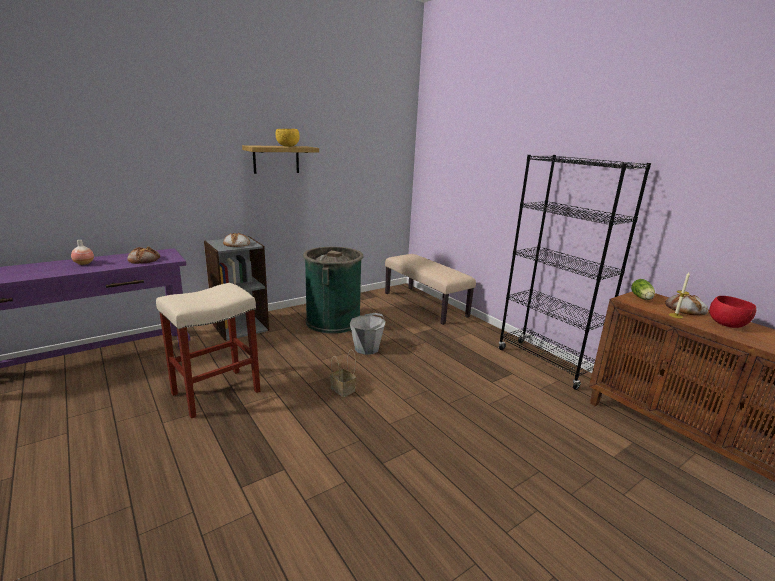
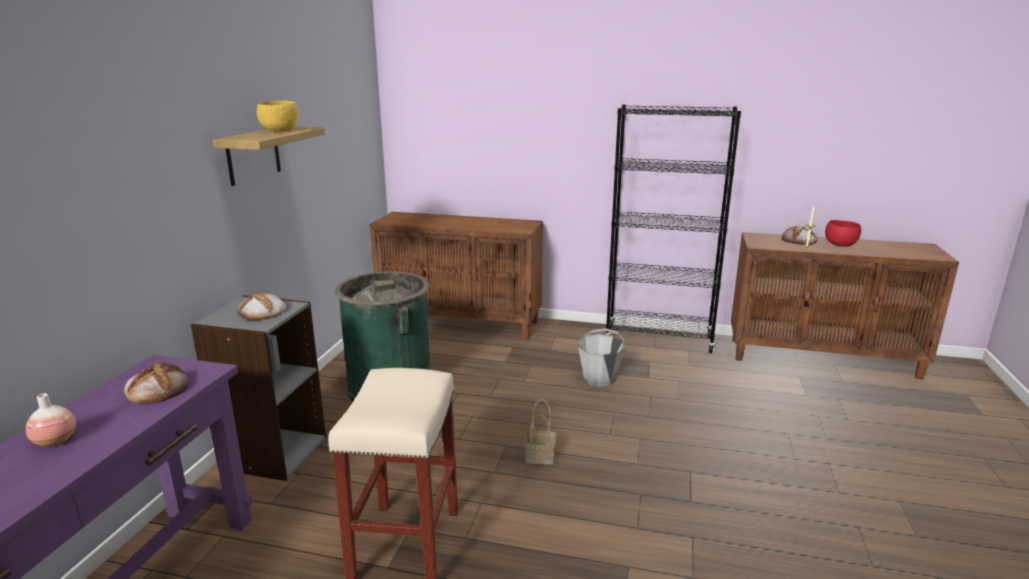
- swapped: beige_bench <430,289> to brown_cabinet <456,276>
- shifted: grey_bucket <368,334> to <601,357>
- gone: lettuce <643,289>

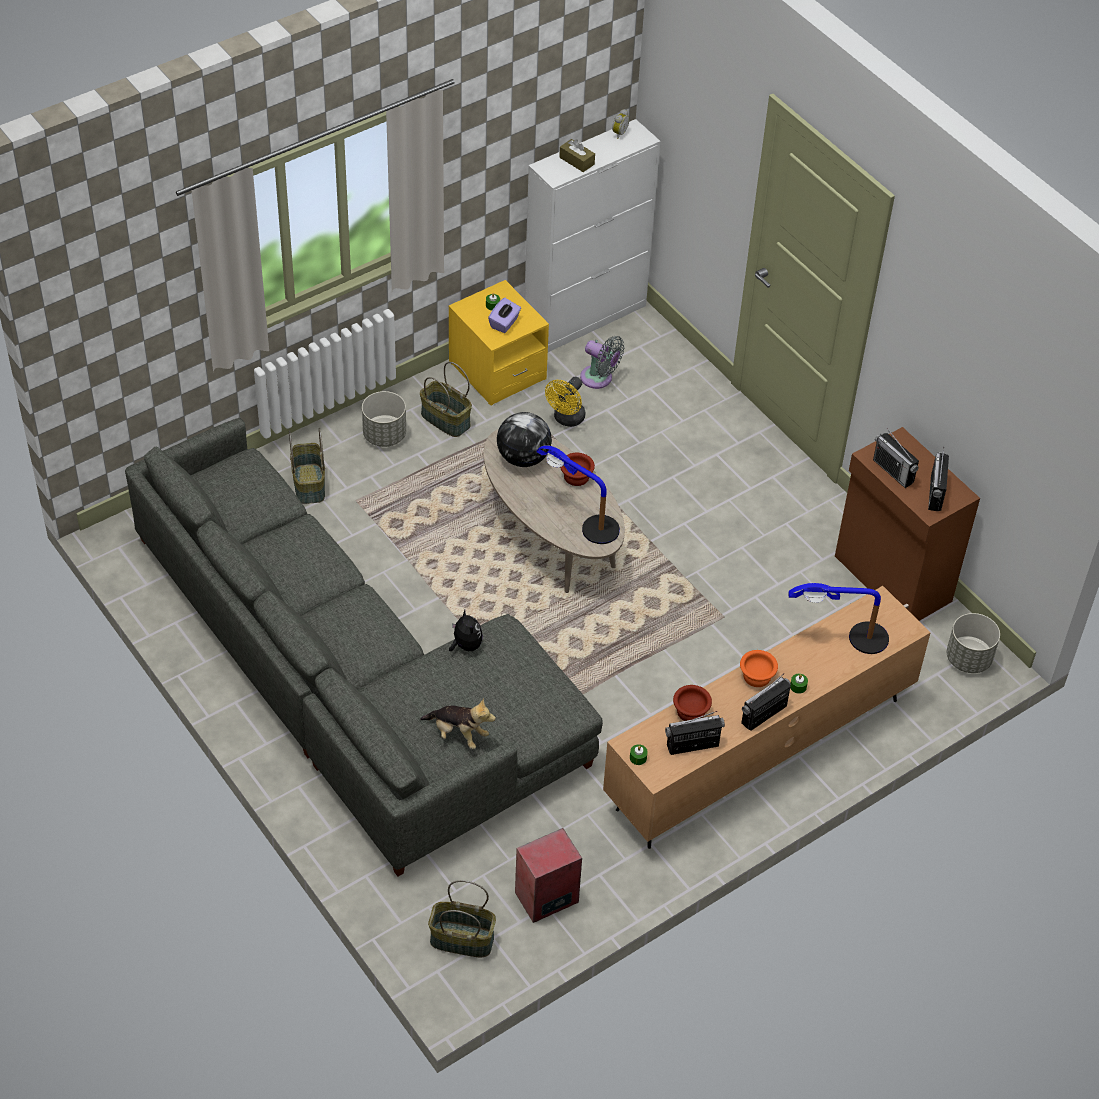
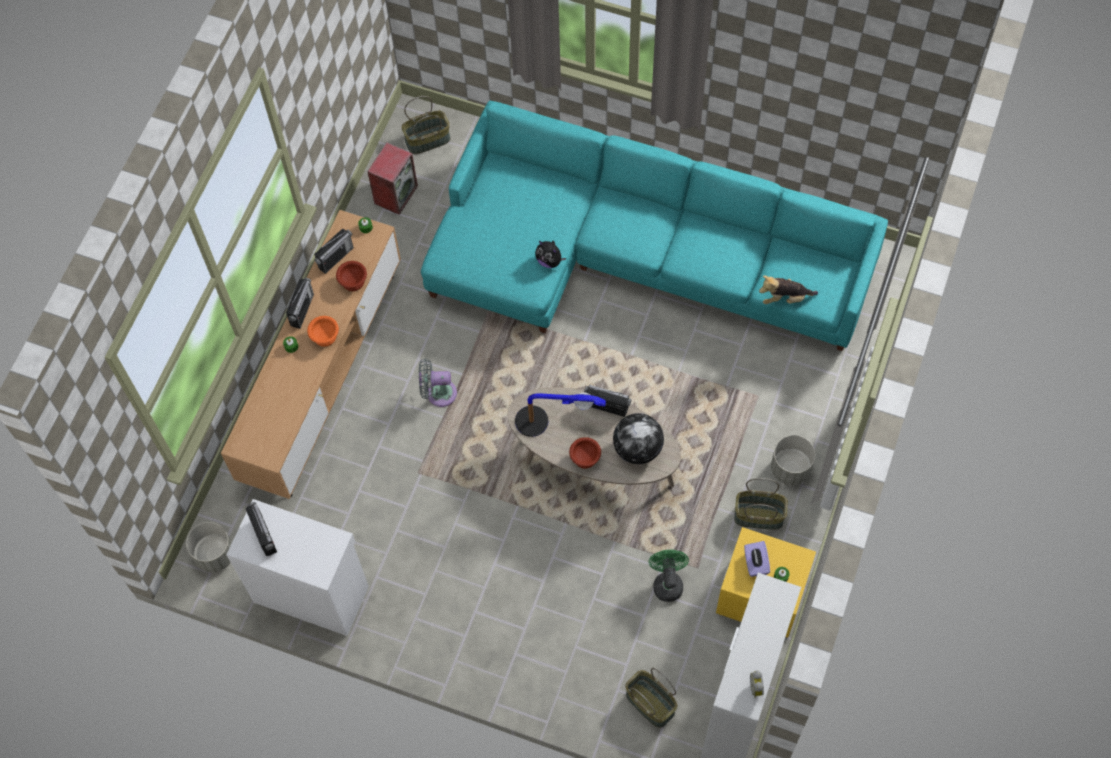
- repainted: brown_cabinet <907,524> to white_cabinet <297,567>
- shifted: grey_fan <602,362> to <438,382>
- repainted: grey_sofa <364,647> to turquoise_sofa <654,226>
- shifted: radio <896,458> to <608,400>
- shifted: basket <307,466> to <651,698>
- repainted: yellow_fan <565,402> to green_fan <669,576>
- shifted: plush_toy <458,723> to <788,290>
- gone: brown_tissue_box <577,155>
- gone: table_lamp <838,618>

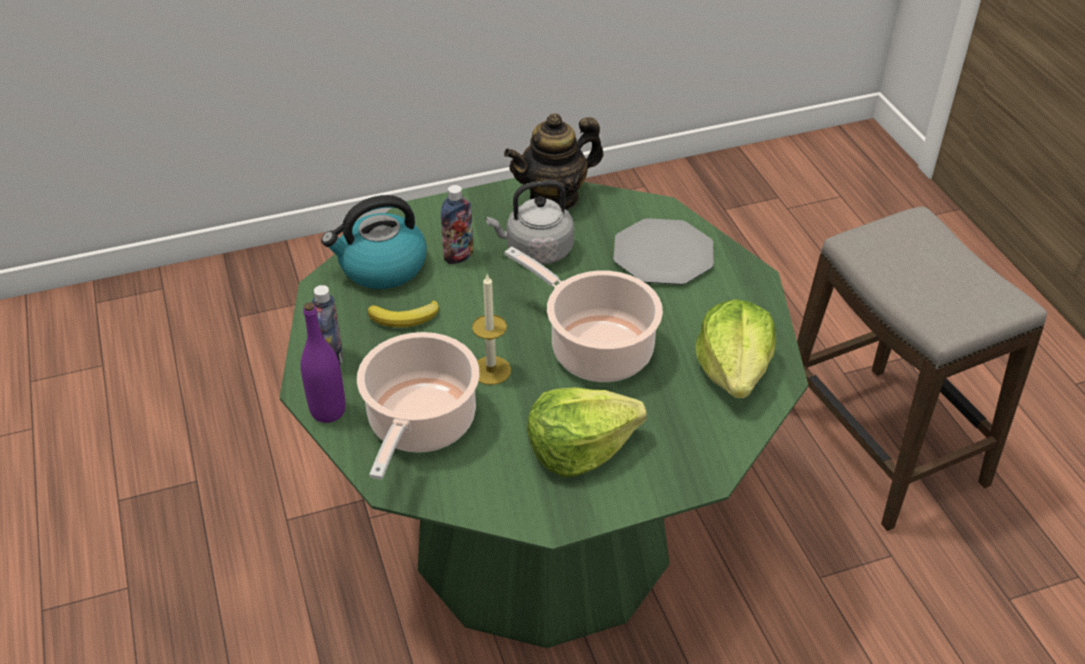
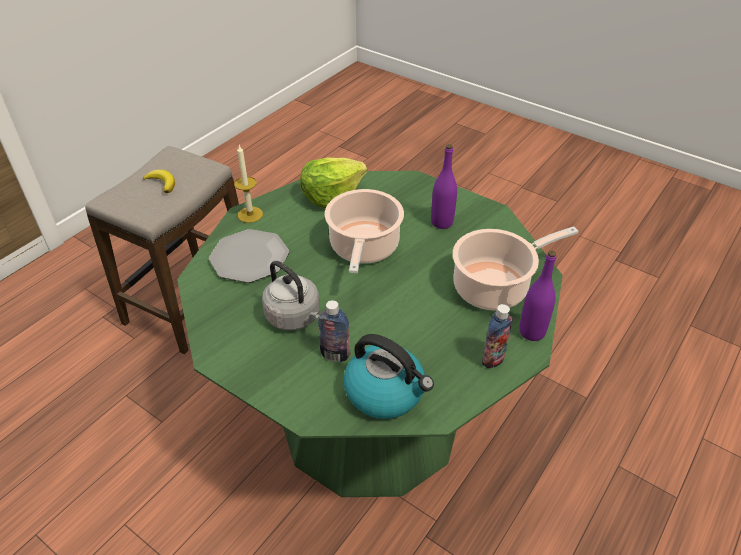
- shifted: banana <403,314> to <159,181>
- shifted: candle <491,329> to <248,184>
- swapped: lettuce <587,432> to purple_bottle <444,186>
- gone: teapot <554,161>

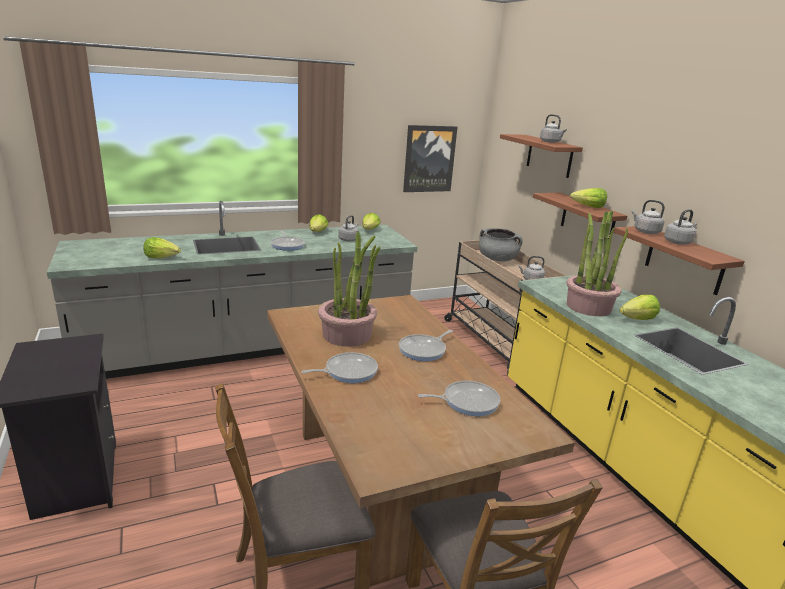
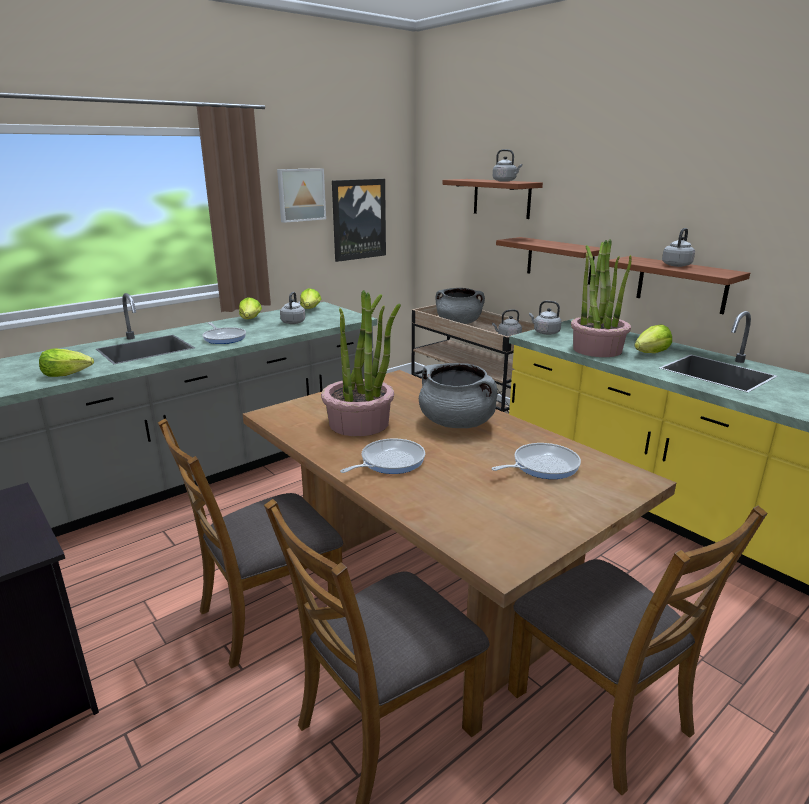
- new: brown_chair <250,544>
- new: picture <301,195>
- swapped: frying_pan <426,345> to grey_cooking_pot <458,395>
- shifted: grey_kettle <648,217> to <545,318>
- gone: lettuce <588,198>

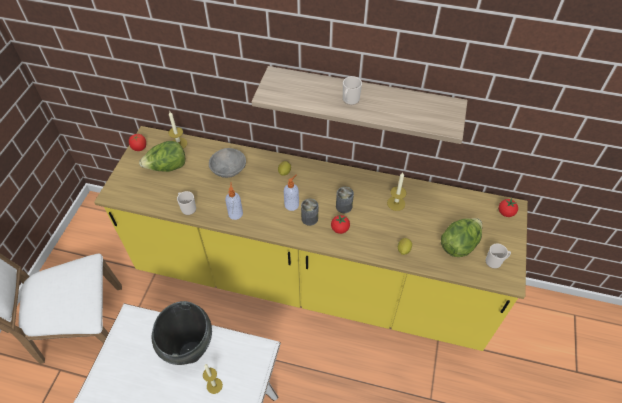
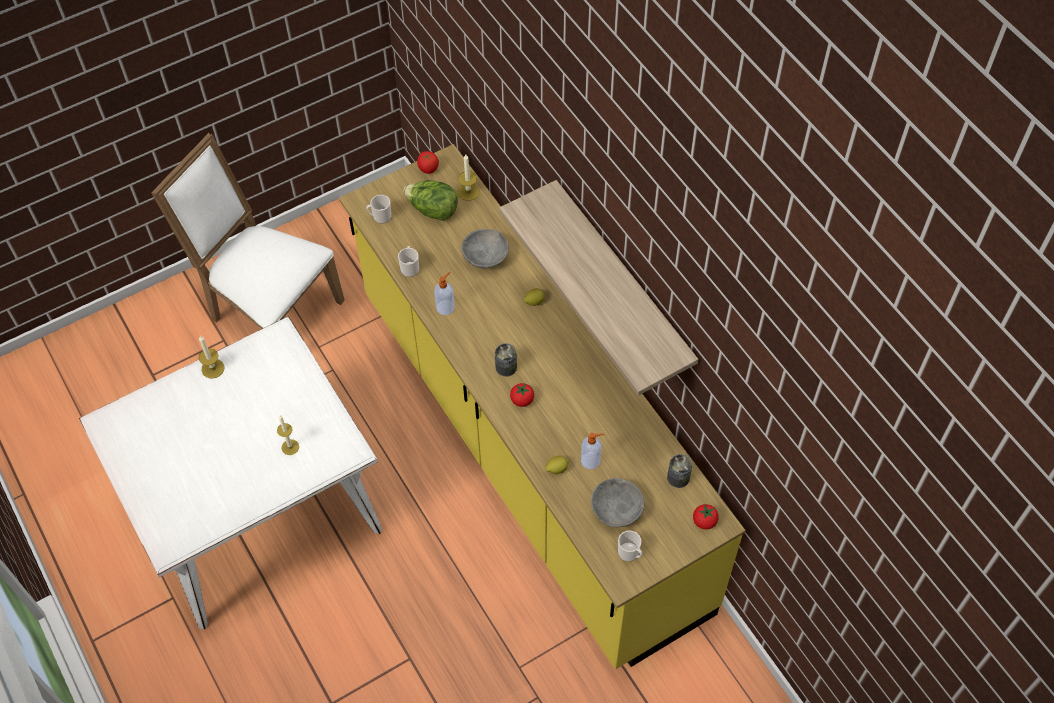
- shifted: candle <397,191> to <212,357>
- shifted: mug <352,90> to <378,209>
- shifted: soap_dispenser <291,193> to <592,451>
- swapped: lettuce <461,237> to grey_bowl <618,502>
- shifted: can <345,200> to <679,471>
- gone: black_cooking_pot <182,333>

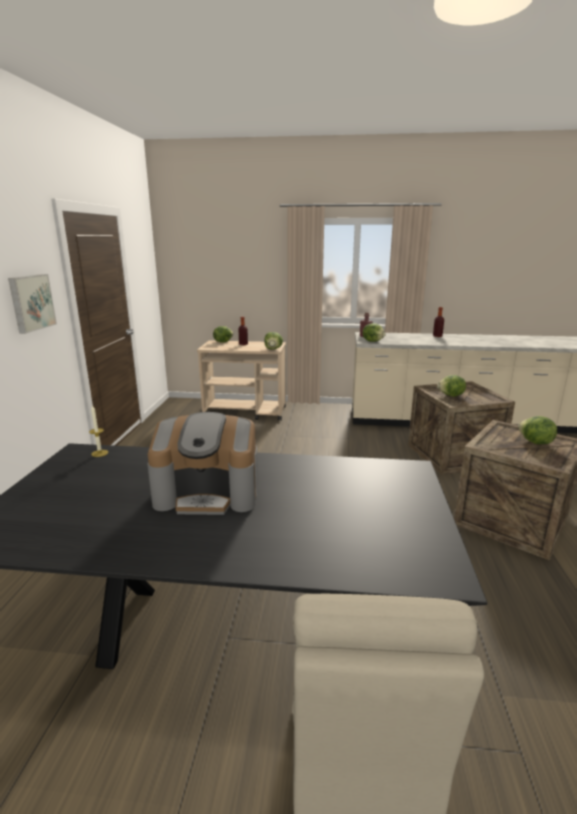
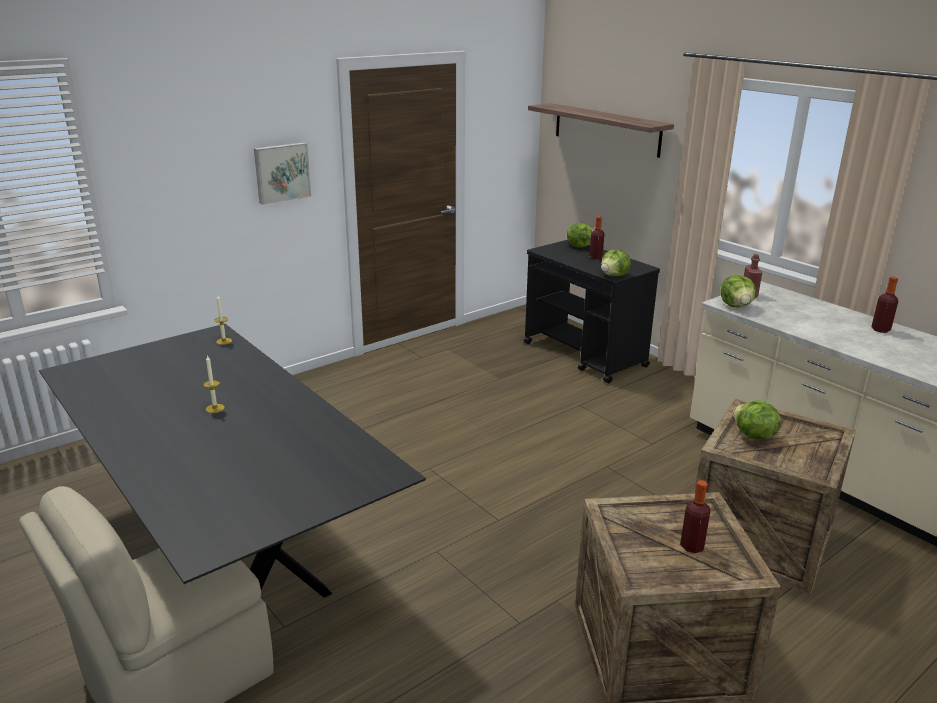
- swapped: coffee_machine <202,463> to candle <214,384>
- repainted: beige_cart <241,380> to black_cart <592,311>
- new: shelf <601,130>
- swapped: lettuce <537,430> to bottle <695,516>

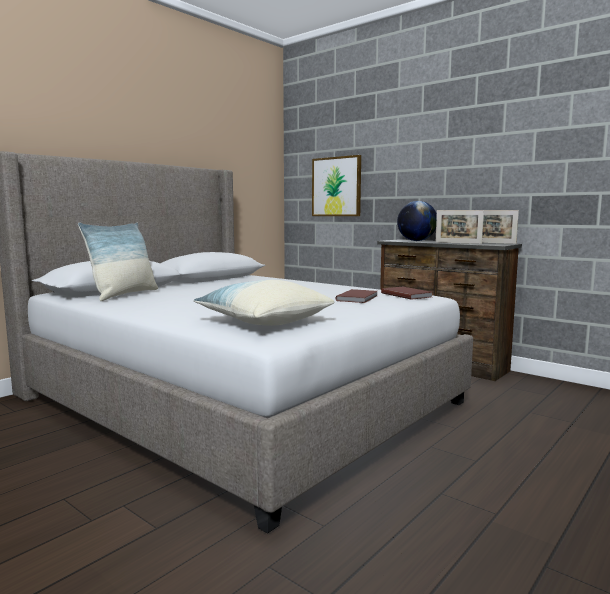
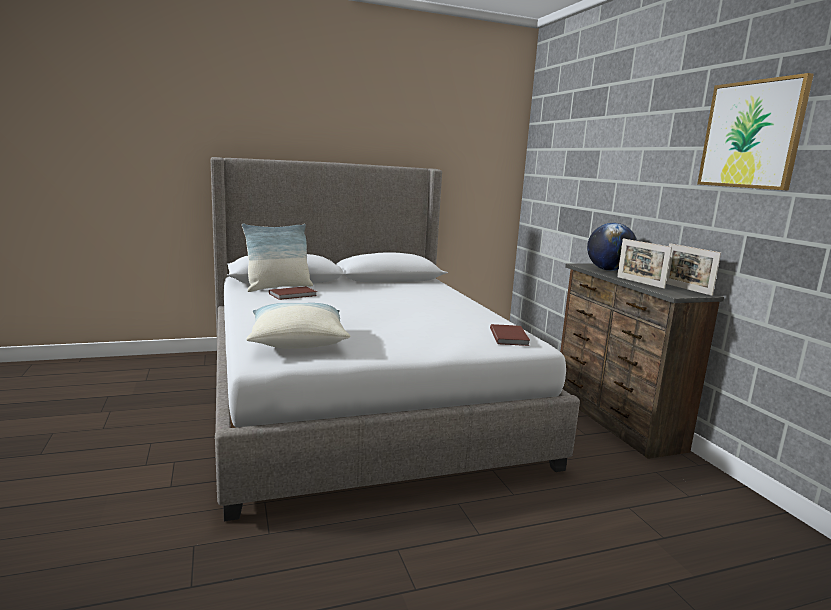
- shifted: brown_book <356,296> to <293,293>
- shifted: picture <336,185> to <755,132>

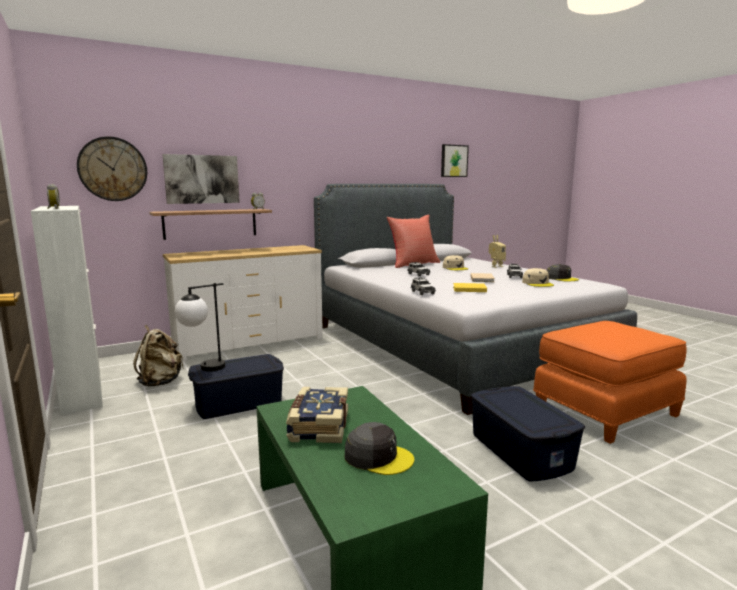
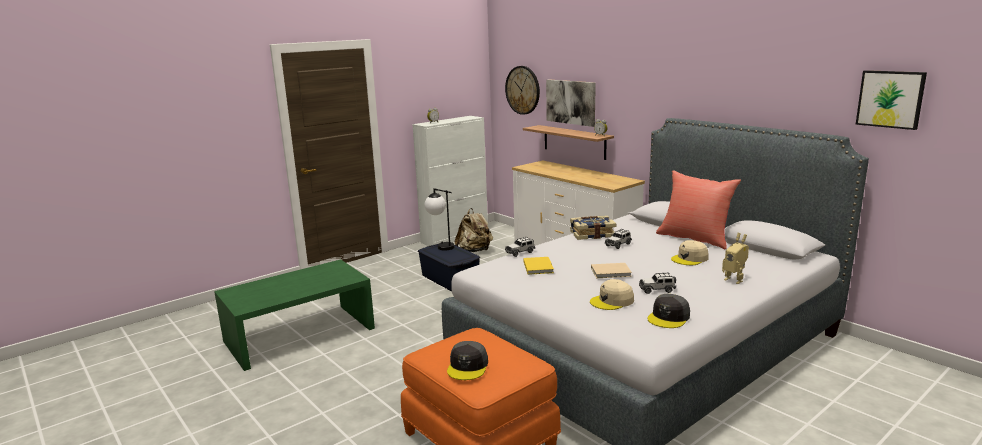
- shifted: grey_cap <379,448> to <467,360>
- shifted: book <317,415> to <593,227>
- gone: blue_storage_box <528,433>

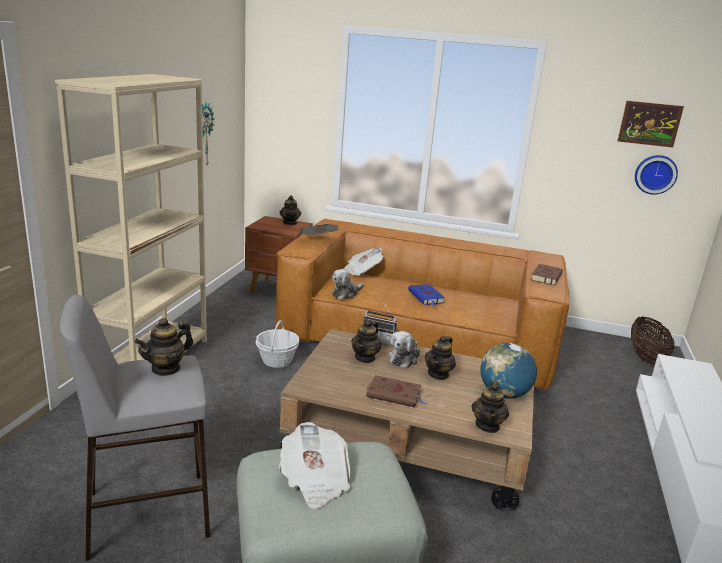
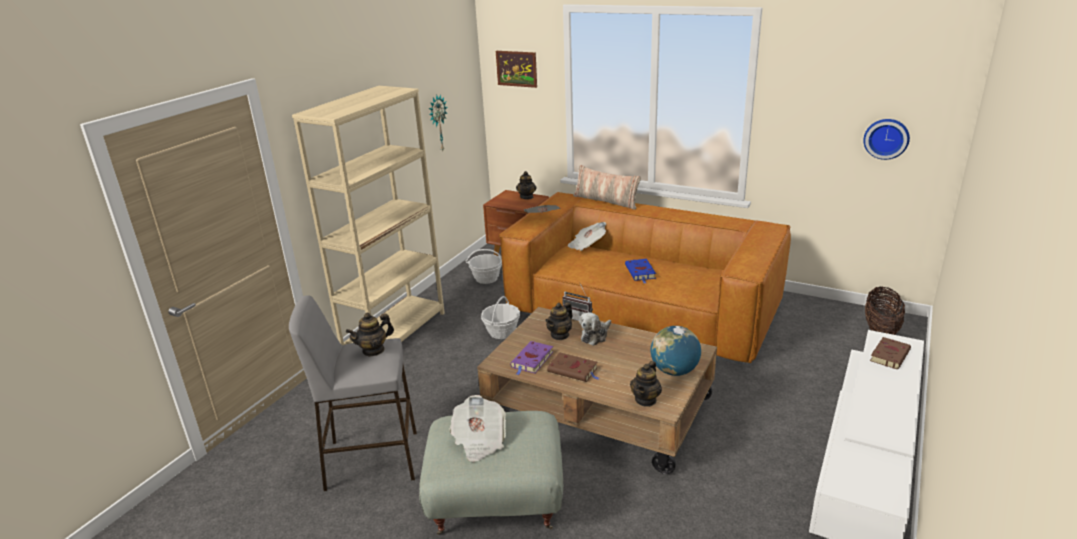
- new: basket <484,266>
- shifted: picture <650,124> to <516,69>
- new: purple_book <531,358>
- new: pillow <607,187>
- shifted: brown_book <547,274> to <890,353>
- gone: plush_toy <348,284>
- gone: teapot <440,358>

